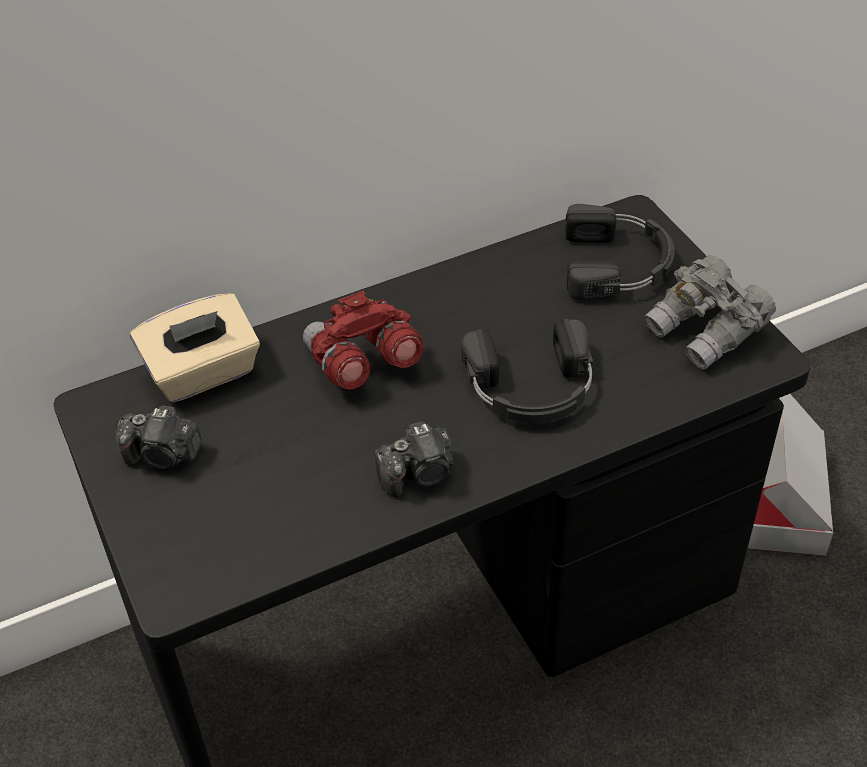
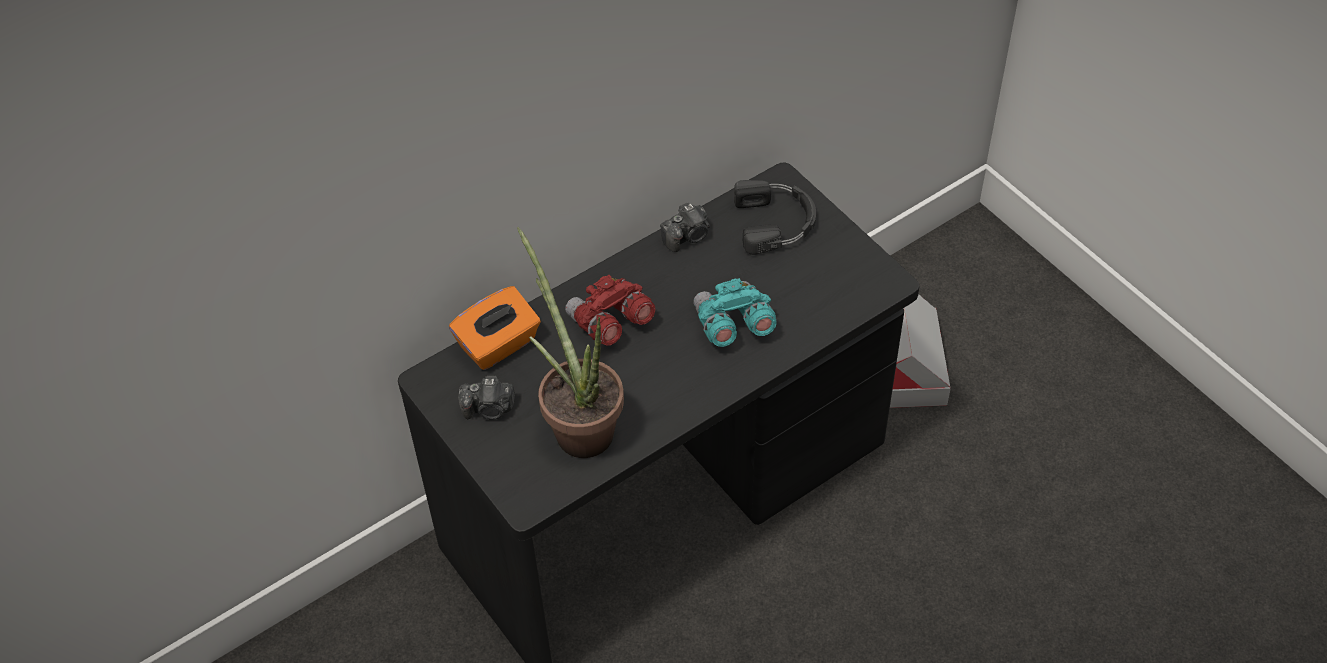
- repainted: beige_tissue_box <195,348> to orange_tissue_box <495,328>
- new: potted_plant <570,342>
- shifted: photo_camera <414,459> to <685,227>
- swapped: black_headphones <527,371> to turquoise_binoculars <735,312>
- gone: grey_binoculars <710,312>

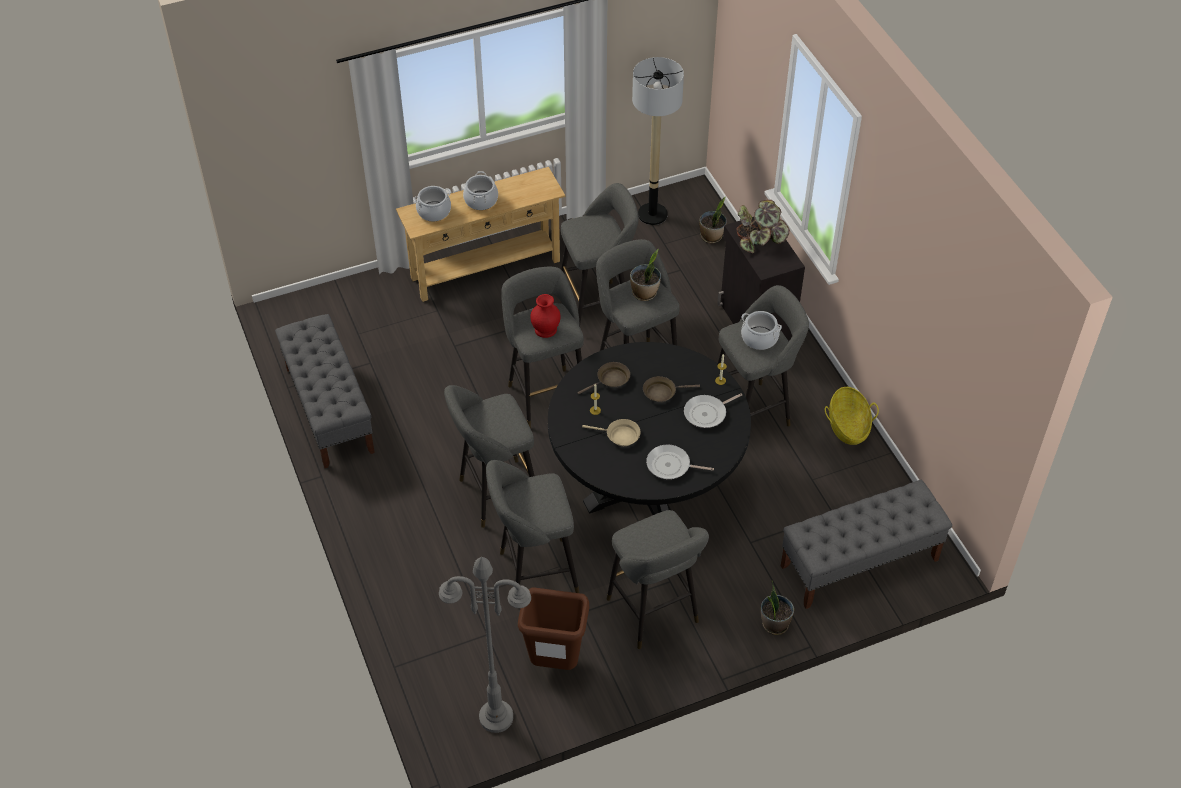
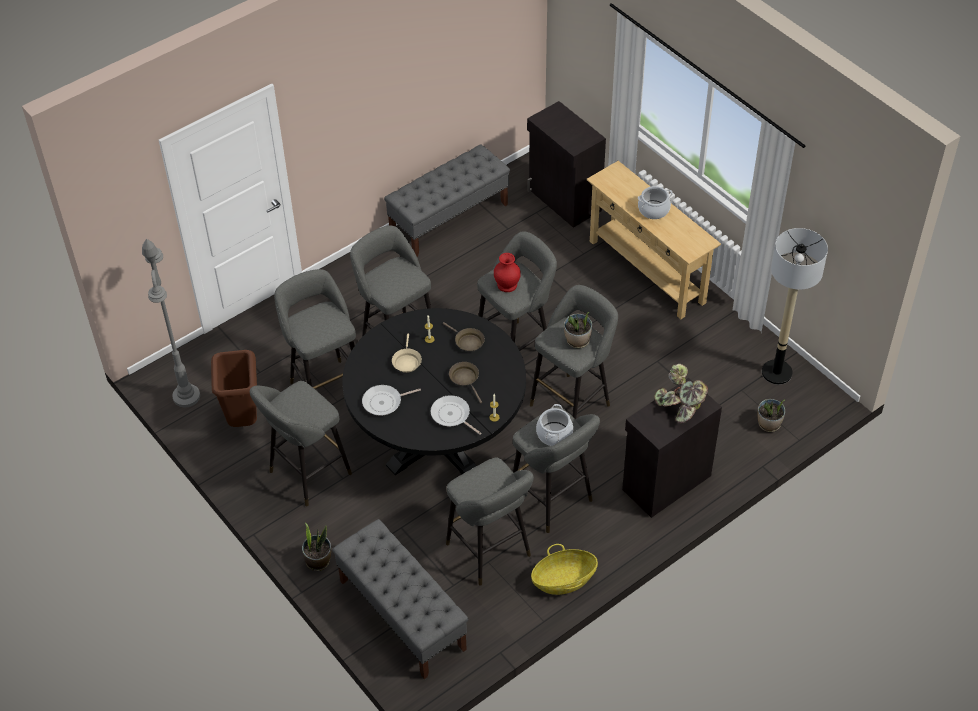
- rotated: frying_pan <680,461> = <391,400> 105 degrees counterclockwise
- shifted: grey_stool <599,254> to <490,522>
- new: black_cabinet <566,164>
- gone: cooking_pot <432,203>

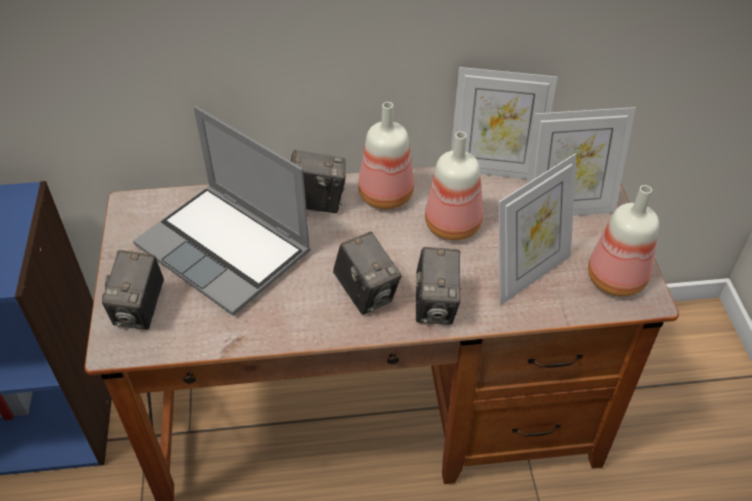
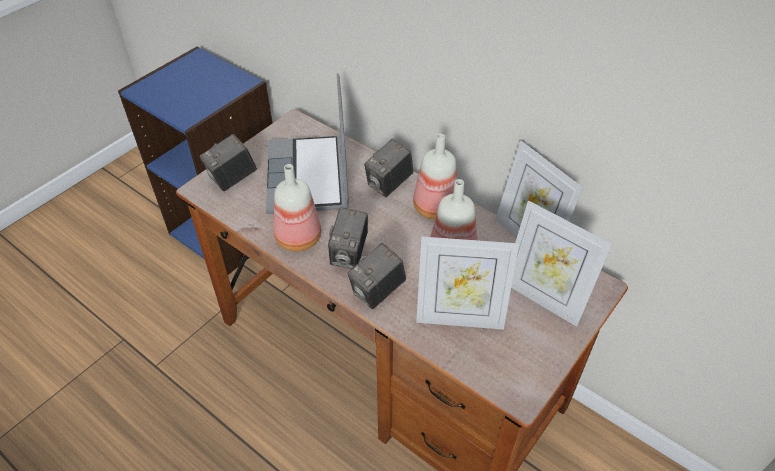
- shifted: bottle <623,241> to <297,208>
- rotated: photo_camera <318,181> = <388,168> 90 degrees clockwise

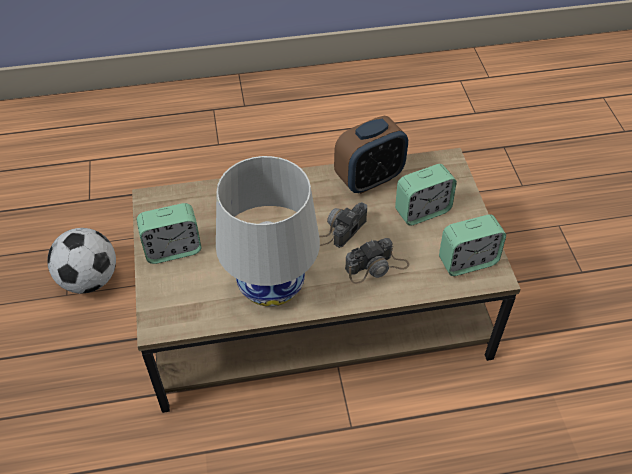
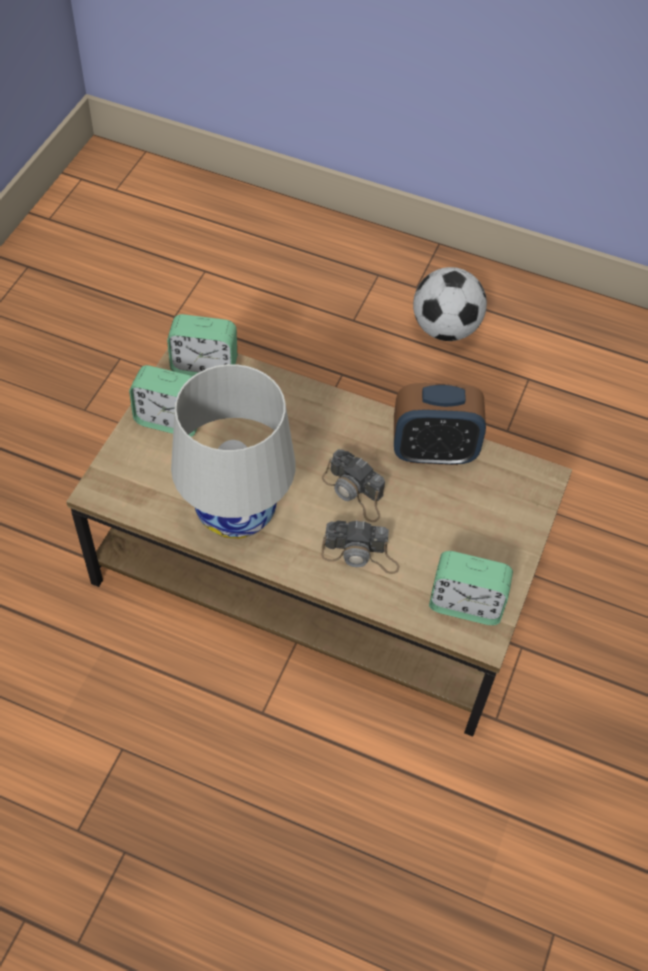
- shifted: alarm_clock <426,195> to <202,345>
- rotated: photo_camera <343,225> = <353,485> 120 degrees counterclockwise
- shifted: football <81,260> to <450,304>

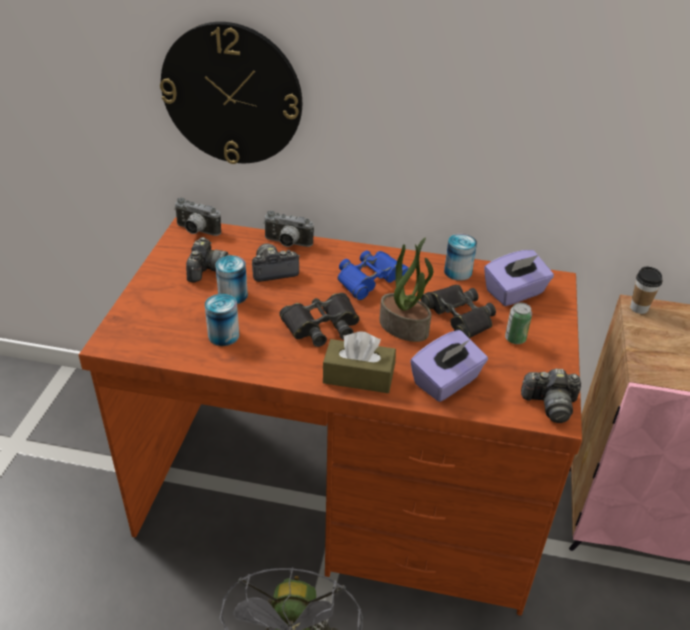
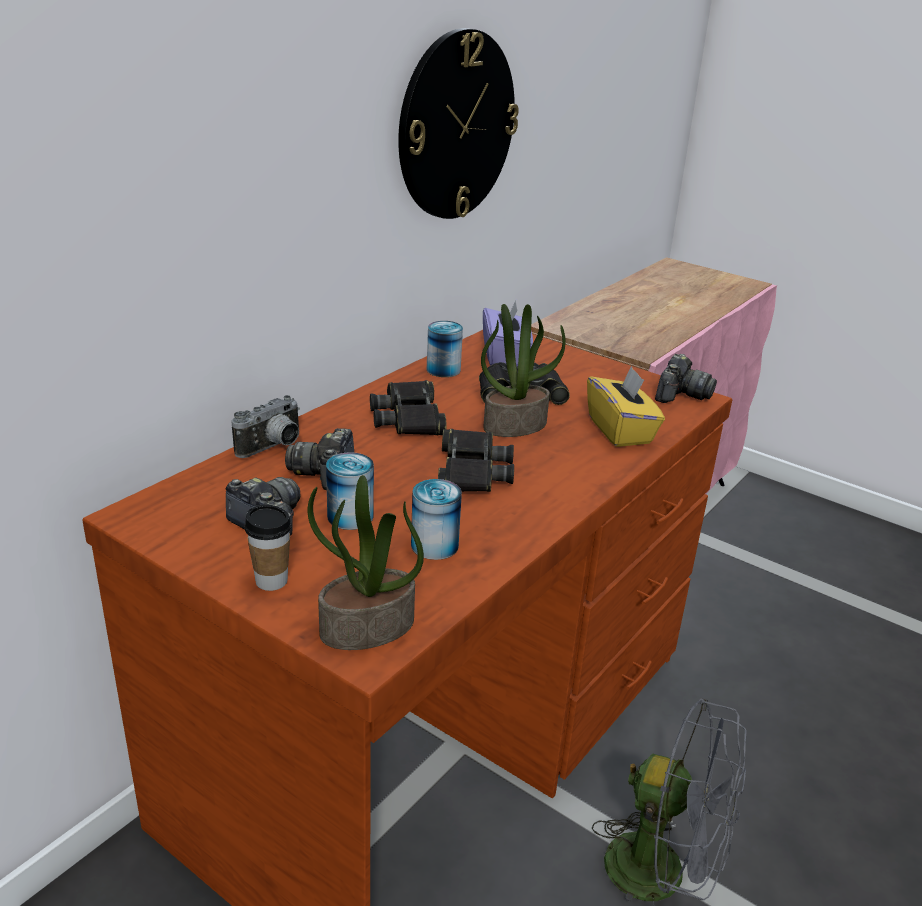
- shifted: cup <646,290> to <268,547>
- new: potted_plant <366,562>
- repainted: blue_binoculars <373,275> to black_binoculars <408,407>
- shifted: wall_clock <231,93> to <458,123>
- repainted: purple_tissue_box <449,366> to yellow_tissue_box <626,406>
- gone: photo_camera <197,216>
- gone: brown_tissue_box <359,362>
- gone: can <518,323>

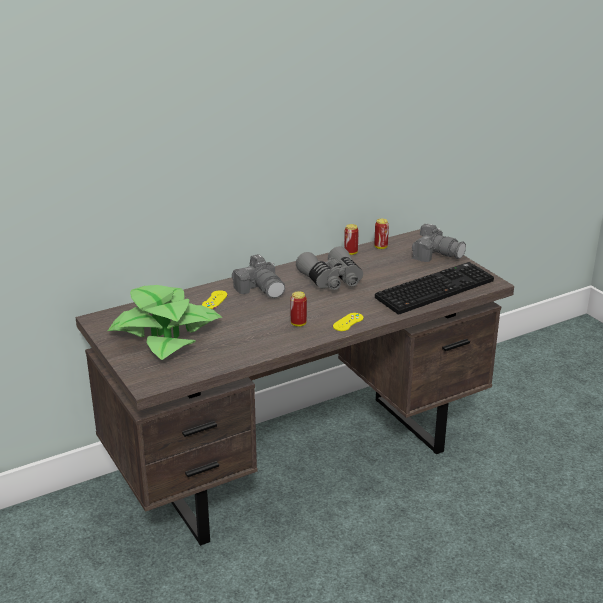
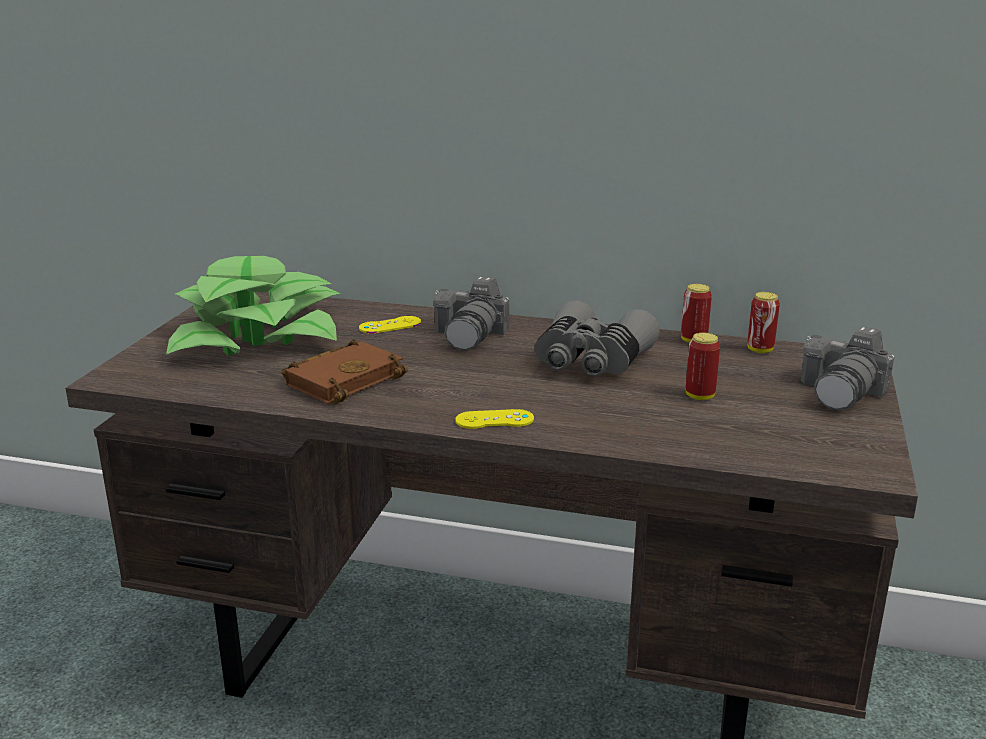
- new: brown_book <345,371>
- shifted: can <299,309> to <703,366>
- rotated: photo_camera <439,243> = <847,368> 45 degrees clockwise
- gone: keyboard <434,288>

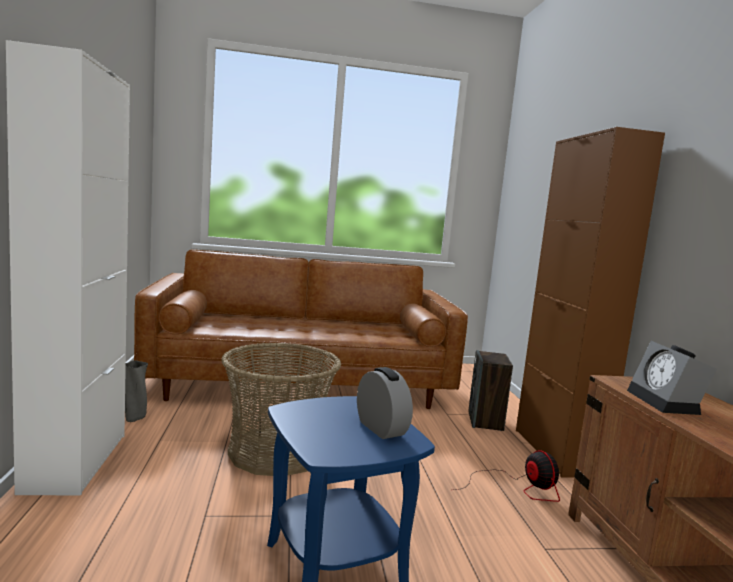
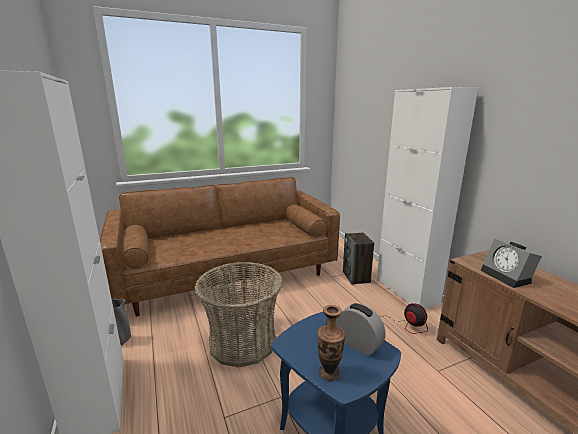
- new: vase <331,343>
- repainted: brown_cabinet <590,302> to white_cabinet <427,198>

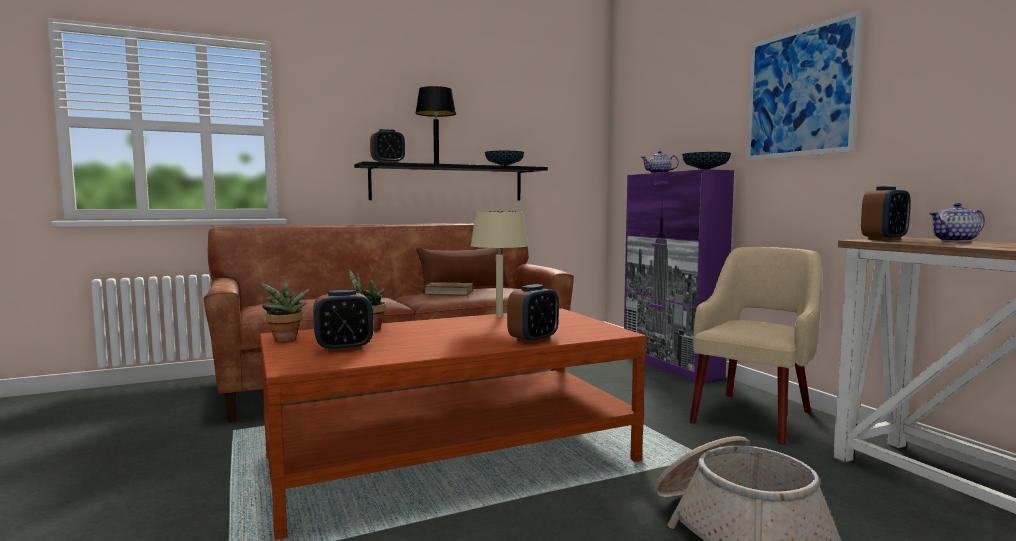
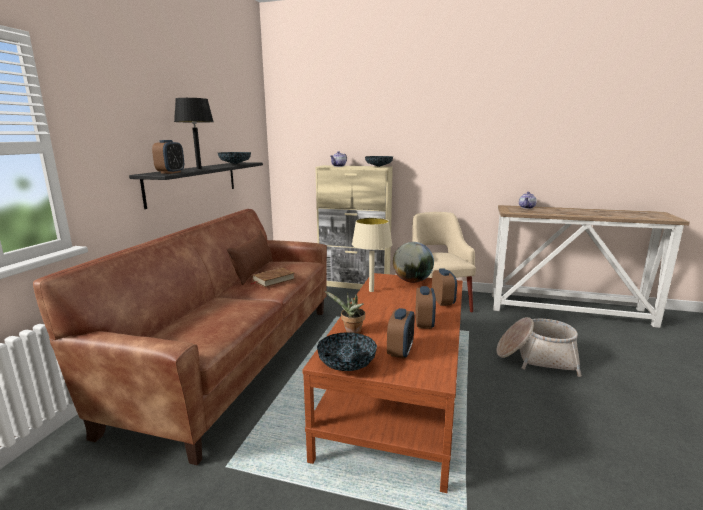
- repainted: purple_cabinet <679,275> to beige_cabinet <354,227>
- swapped: potted_plant <285,310> to bowl <347,351>
- new: globe <413,262>
- shifted: alarm_clock <886,213> to <426,307>
- gone: picture <805,85>

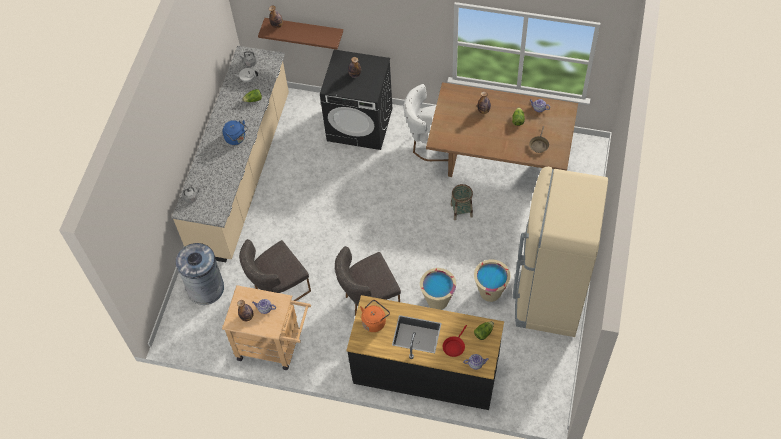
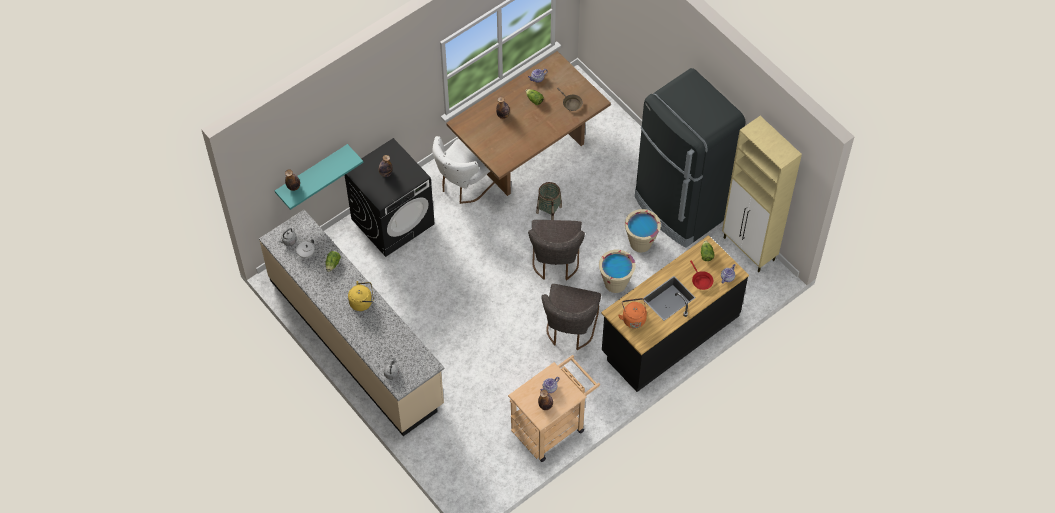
- repainted: brown_shelf <300,33> to turquoise_shelf <319,177>
- repainted: blue_kettle <235,132> to yellow_kettle <361,296>
- shifted: grey_chair <275,270> to <556,250>
- repainted: beige_fridge <560,252> to black_fridge <690,158>
- new: beige_cabinet <762,194>
- gone: grey_trash_can <200,274>

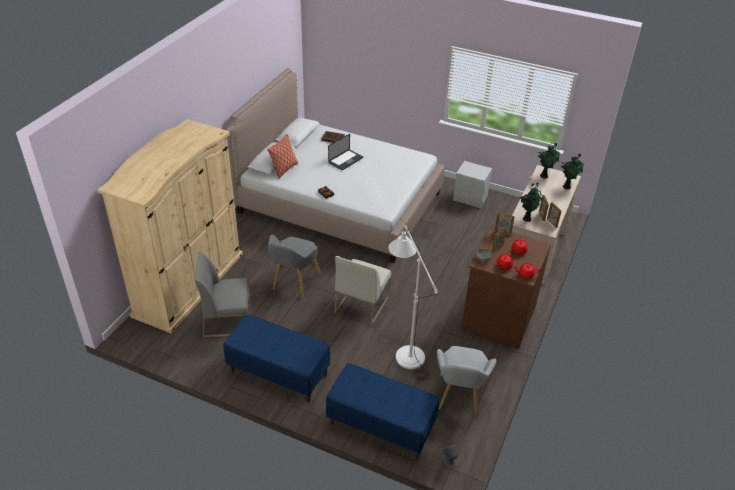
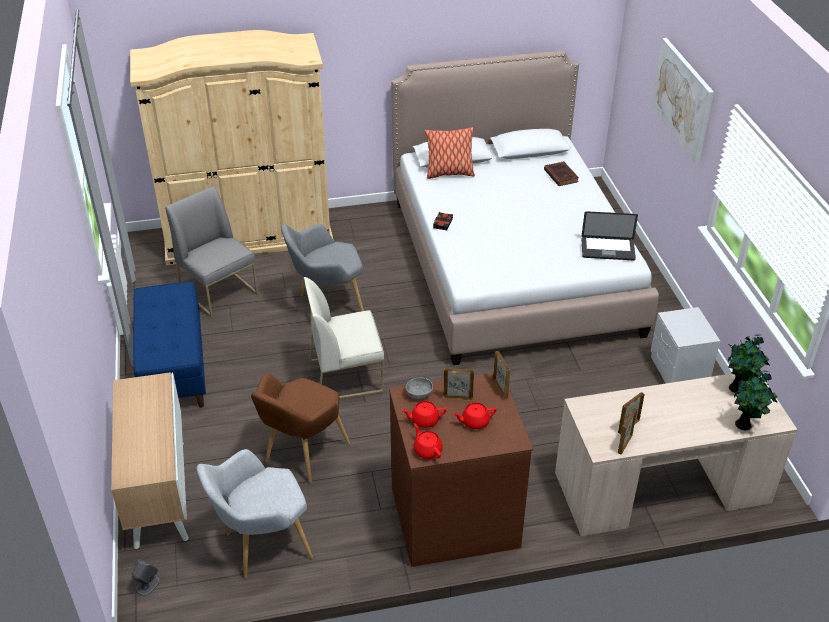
- swapped: blue_bench <382,411> to cabinet <150,460>
- swapped: white_floor_lamp <413,302> to brown_armchair <300,428>
- shifted: laptop <345,152> to <609,235>
- new: picture <682,100>
- gone: potted_plant <532,202>

